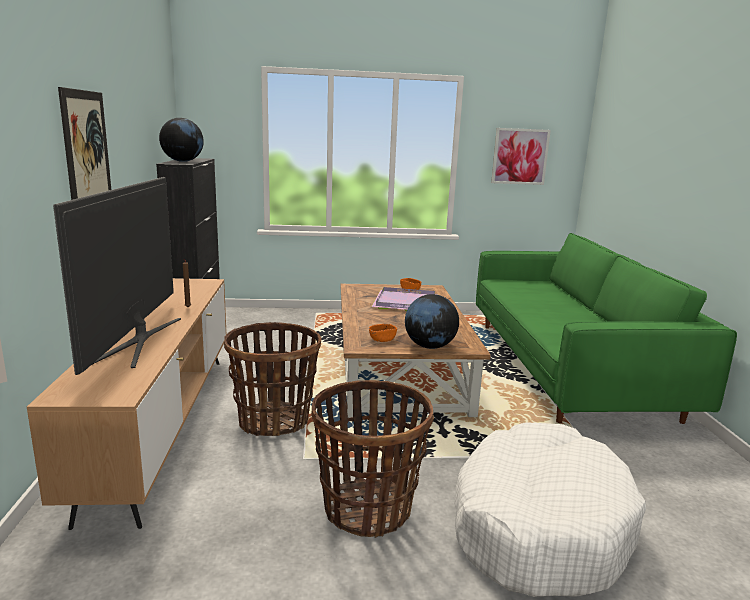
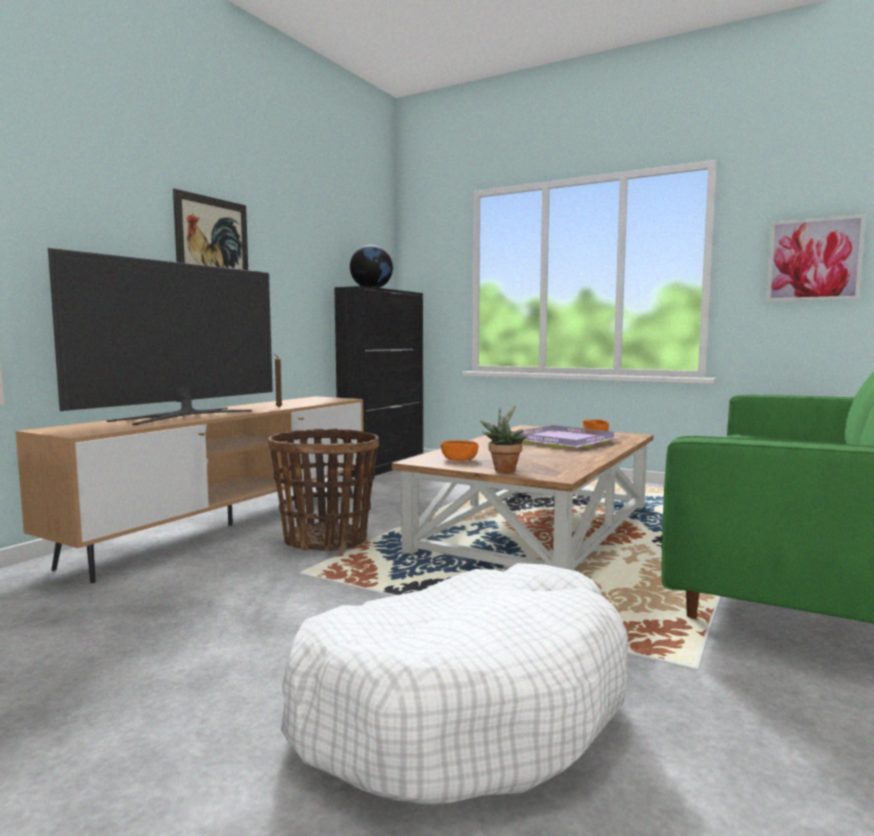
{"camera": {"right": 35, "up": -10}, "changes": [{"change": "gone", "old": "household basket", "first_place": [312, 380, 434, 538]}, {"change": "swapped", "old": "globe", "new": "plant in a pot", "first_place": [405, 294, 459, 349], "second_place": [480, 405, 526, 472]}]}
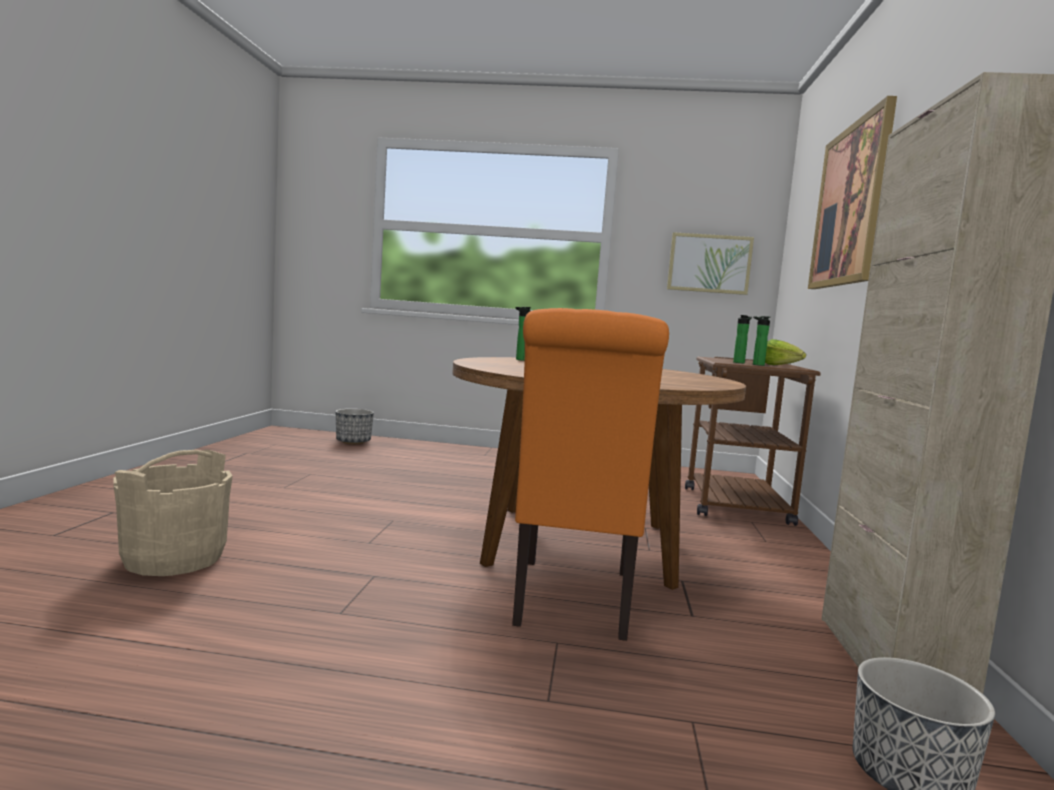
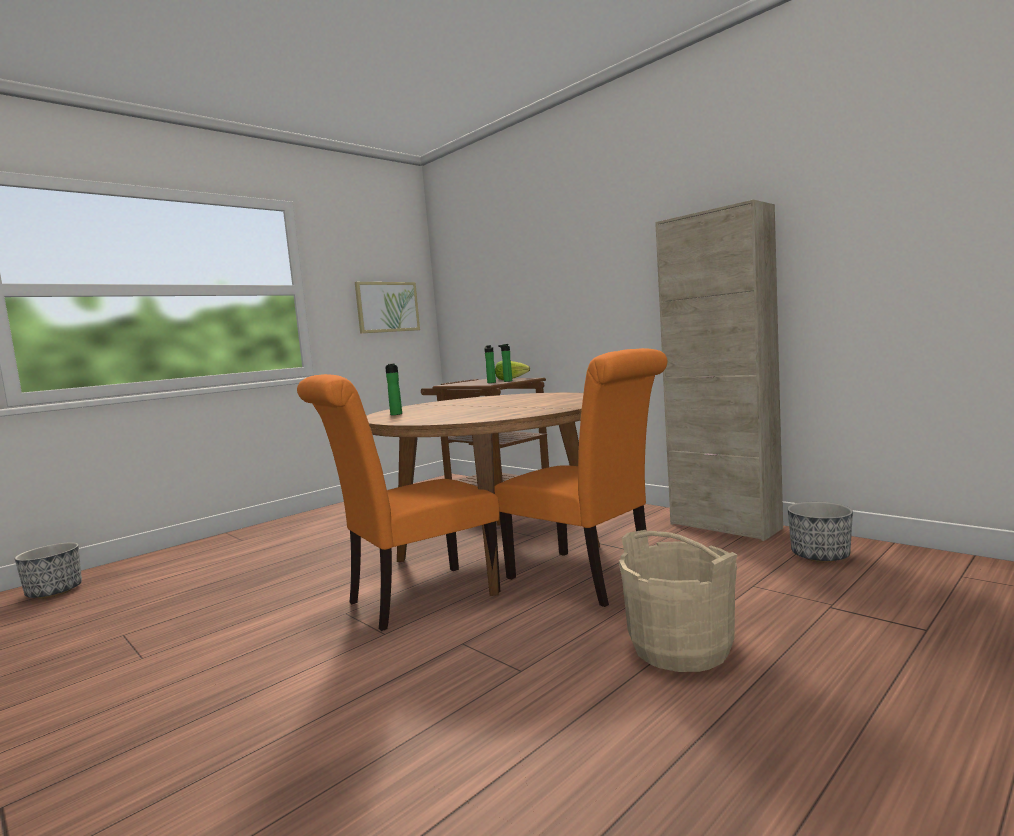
{"camera": {"right": -50, "up": 0}, "changes": [{"change": "shifted", "old": "pail (beige)", "first_place": [113, 450, 232, 576], "second_place": [619, 530, 737, 672]}, {"change": "gone", "old": "picture", "first_place": [808, 96, 897, 289]}, {"change": "new", "new": "plain chair (orange-coloured)", "second_place": [297, 374, 500, 631]}]}
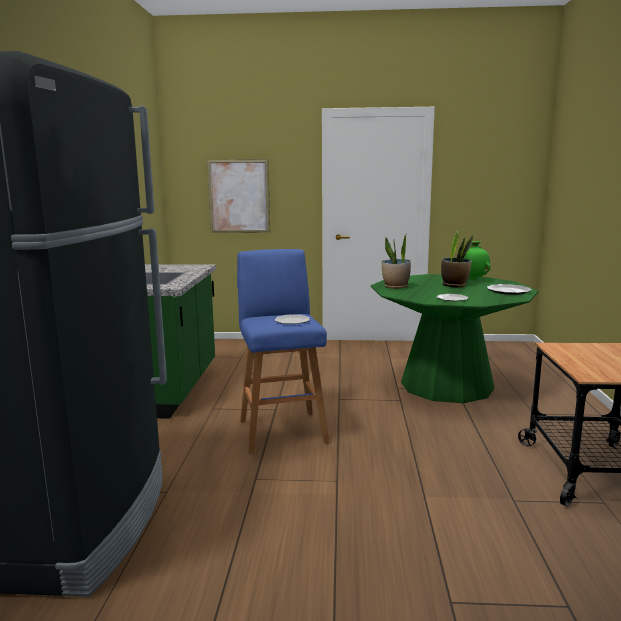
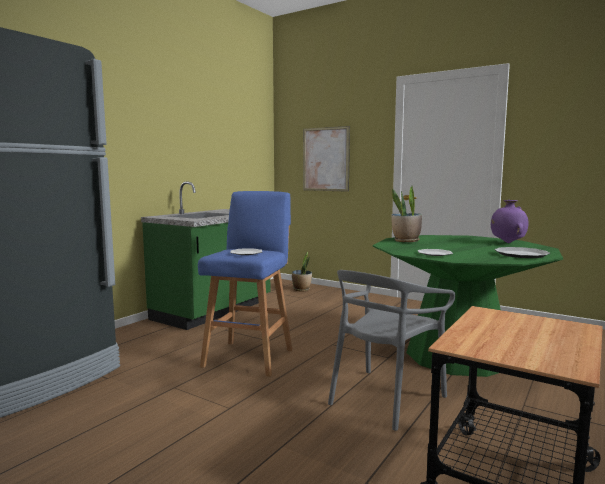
{"camera": {"right": 30, "up": -5}, "changes": [{"change": "shifted", "old": "plant in a pot", "first_place": [441, 230, 473, 287], "second_place": [292, 252, 312, 292]}, {"change": "repainted", "old": "vase (green)", "new": "vase (purple-coloured)", "first_place": [464, 241, 490, 280], "second_place": [491, 200, 529, 243]}, {"change": "new", "new": "plain chair (gray)", "second_place": [328, 270, 455, 431]}]}
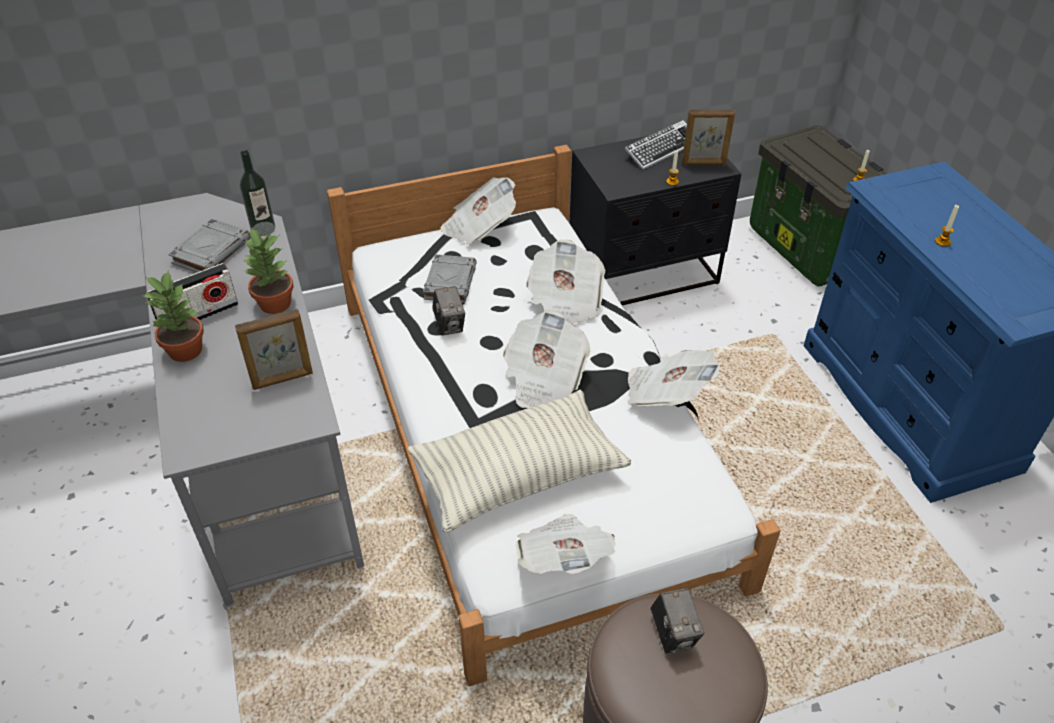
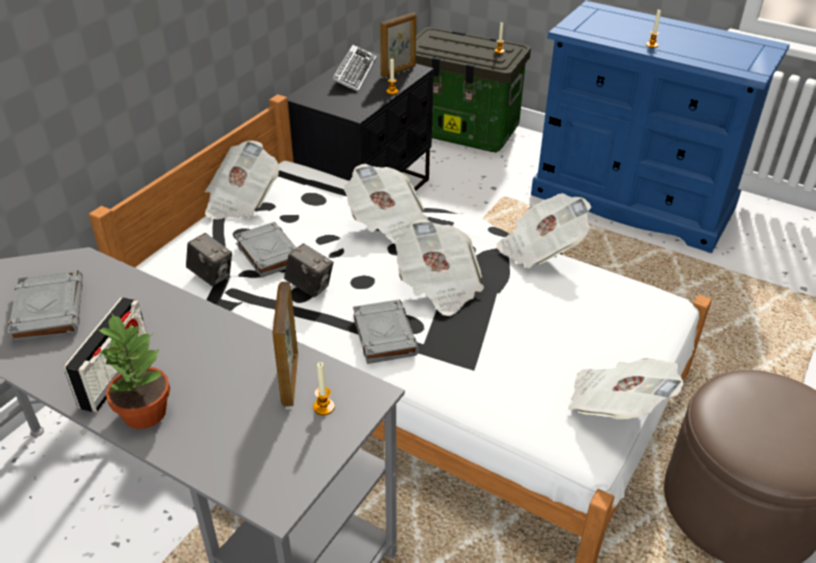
{"camera": {"right": -40, "up": -5}, "changes": [{"change": "rotated", "old": "standing frame", "first_place": [235, 309, 313, 390], "second_place": [273, 281, 298, 406], "degrees": 150}, {"change": "gone", "old": "drink bottle", "first_place": [240, 150, 275, 236]}, {"change": "gone", "old": "plant in a pot", "first_place": [242, 228, 294, 314]}, {"change": "gone", "old": "throw pillow", "first_place": [408, 390, 631, 533]}, {"change": "shifted", "old": "still camera", "first_place": [650, 588, 704, 654], "second_place": [186, 233, 232, 286]}, {"change": "new", "new": "wax light", "second_place": [313, 362, 335, 415]}, {"change": "new", "new": "book (gray)", "second_place": [353, 300, 419, 364]}]}
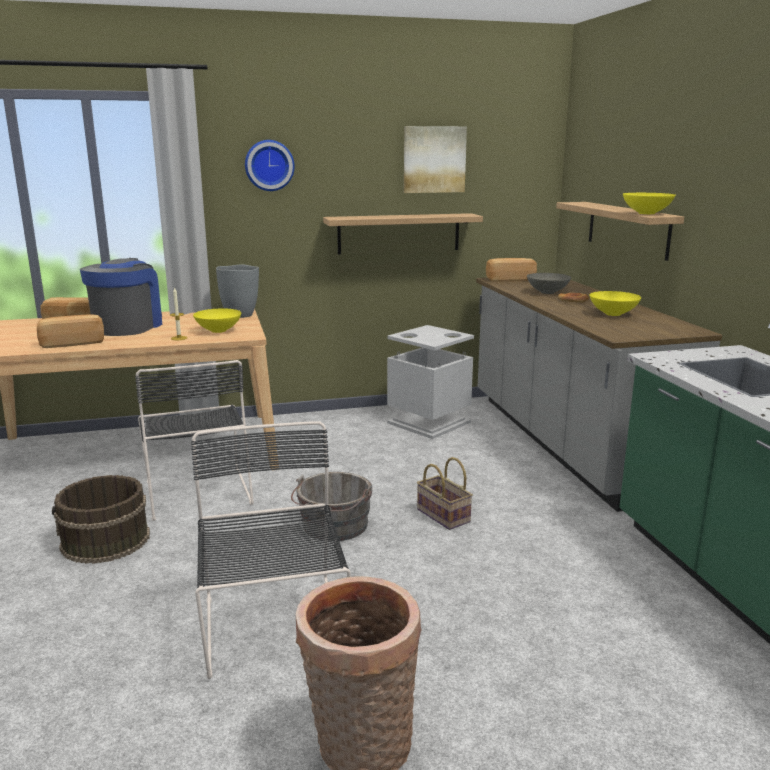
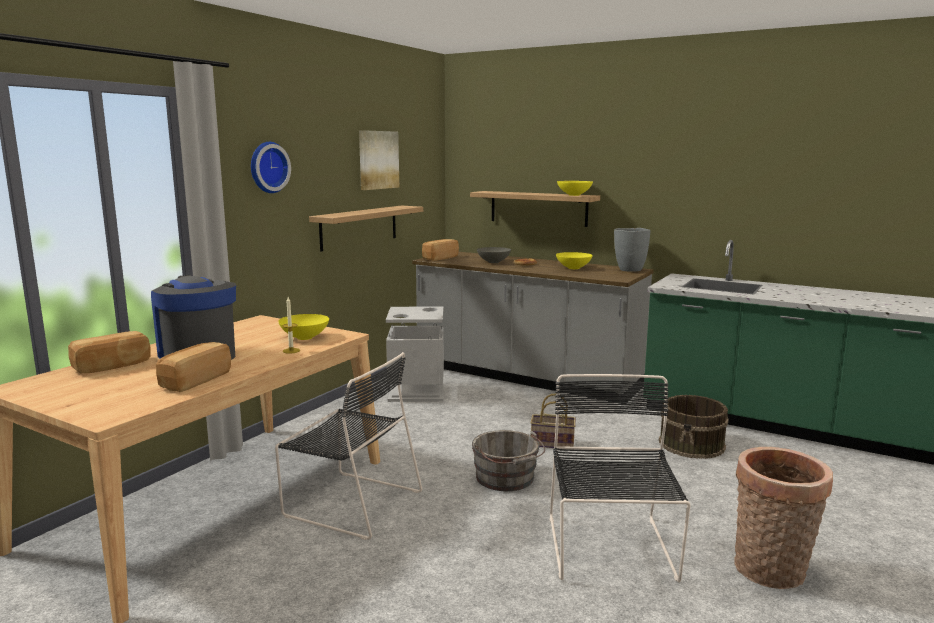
{"camera": {"right": -45, "up": -5}, "changes": [{"change": "shifted", "old": "pail (brown-coloured)", "first_place": [52, 475, 150, 564], "second_place": [659, 395, 729, 459]}, {"change": "rotated", "old": "plain chair (black-coloured)", "first_place": [191, 421, 351, 679], "second_place": [549, 374, 691, 582], "degrees": 60}, {"change": "shifted", "old": "vase (gray)", "first_place": [216, 265, 259, 318], "second_place": [614, 228, 651, 272]}]}
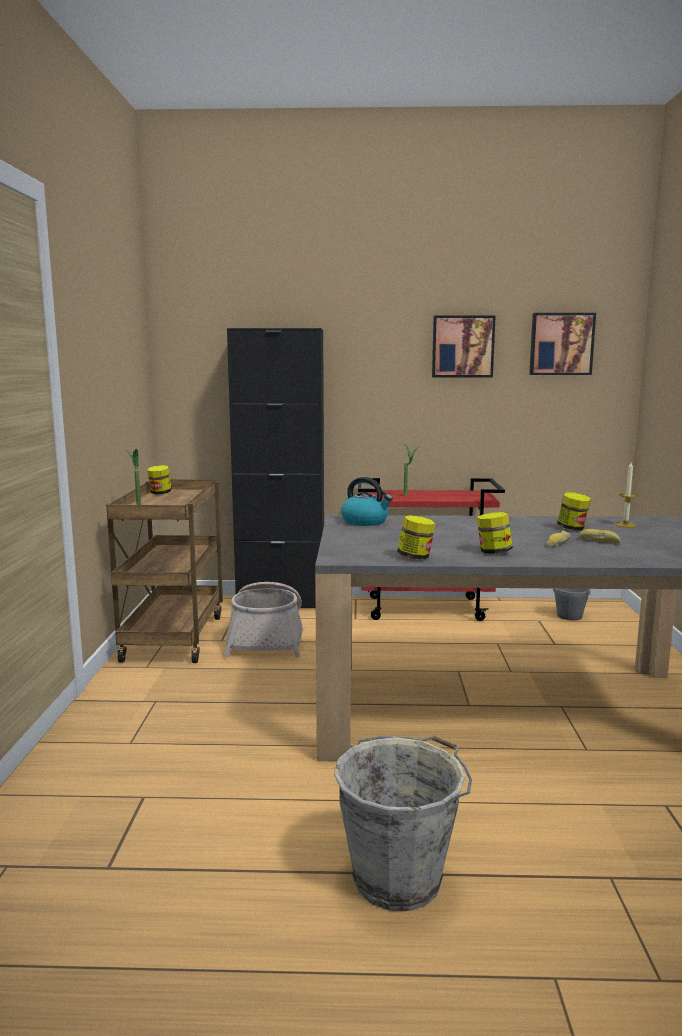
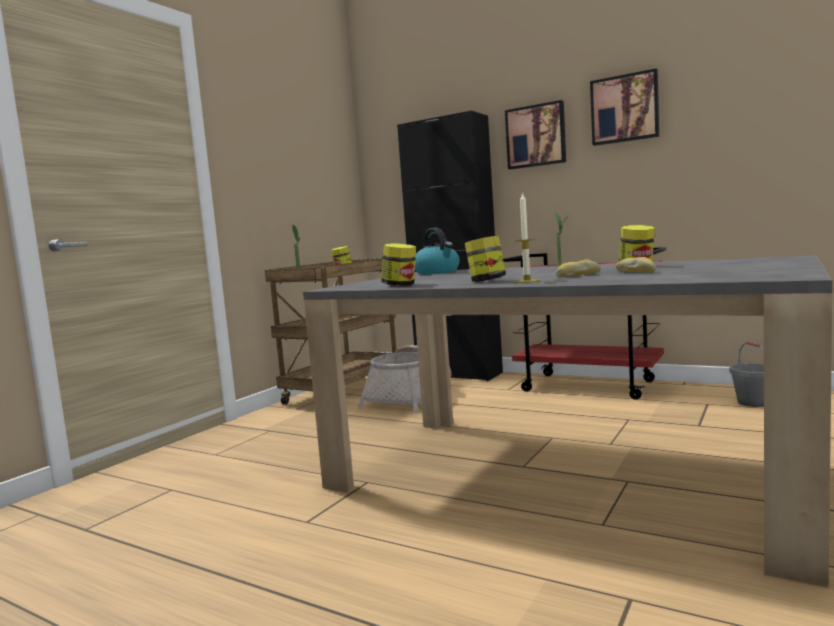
{"camera": {"right": 30, "up": -5}, "changes": [{"change": "gone", "old": "pail (gray)", "first_place": [334, 736, 472, 911]}, {"change": "shifted", "old": "picture", "first_place": [529, 313, 596, 375], "second_place": [505, 100, 566, 169]}, {"change": "shifted", "old": "wax light", "first_place": [615, 462, 637, 527], "second_place": [513, 192, 541, 283]}]}
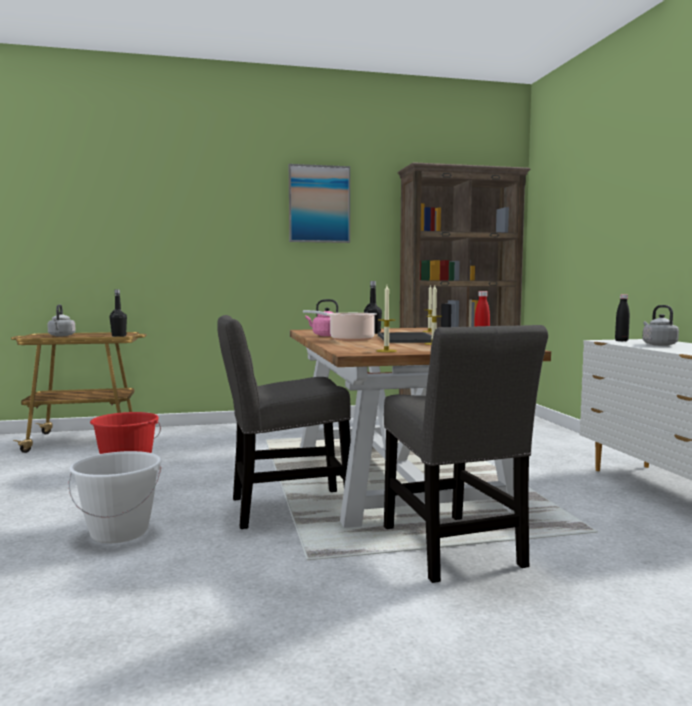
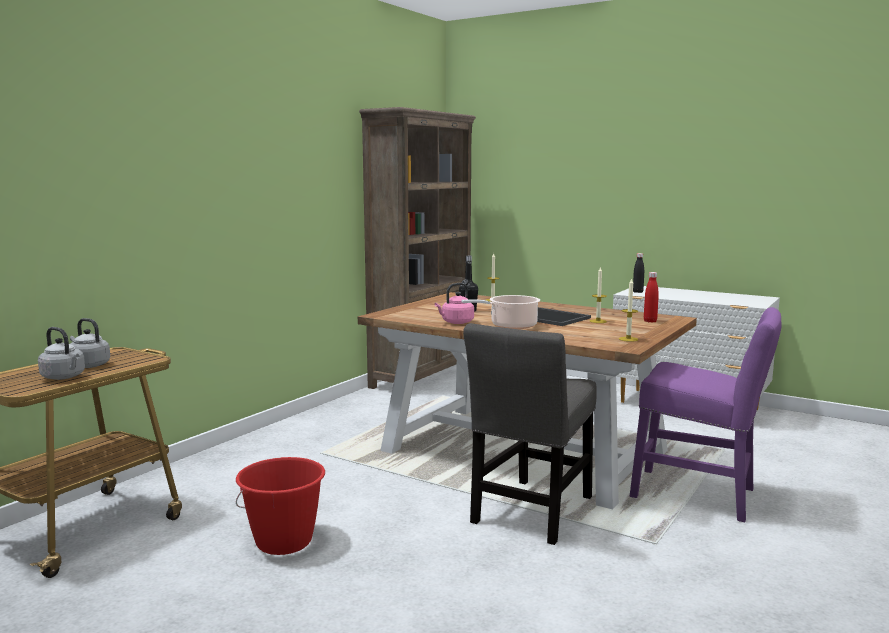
{"camera": {"right": -45, "up": 5}, "changes": [{"change": "gone", "old": "pail (whitish)", "first_place": [69, 451, 162, 543]}, {"change": "gone", "old": "drink bottle (black-coloured)", "first_place": [110, 289, 127, 337]}, {"change": "gone", "old": "picture", "first_place": [289, 164, 350, 243]}, {"change": "repainted", "old": "plain chair (gray)", "new": "plain chair (purple-coloured)", "first_place": [384, 325, 548, 583], "second_place": [629, 307, 782, 522]}, {"change": "shifted", "old": "water kettle (gray)", "first_place": [642, 305, 679, 346], "second_place": [70, 318, 110, 368]}]}
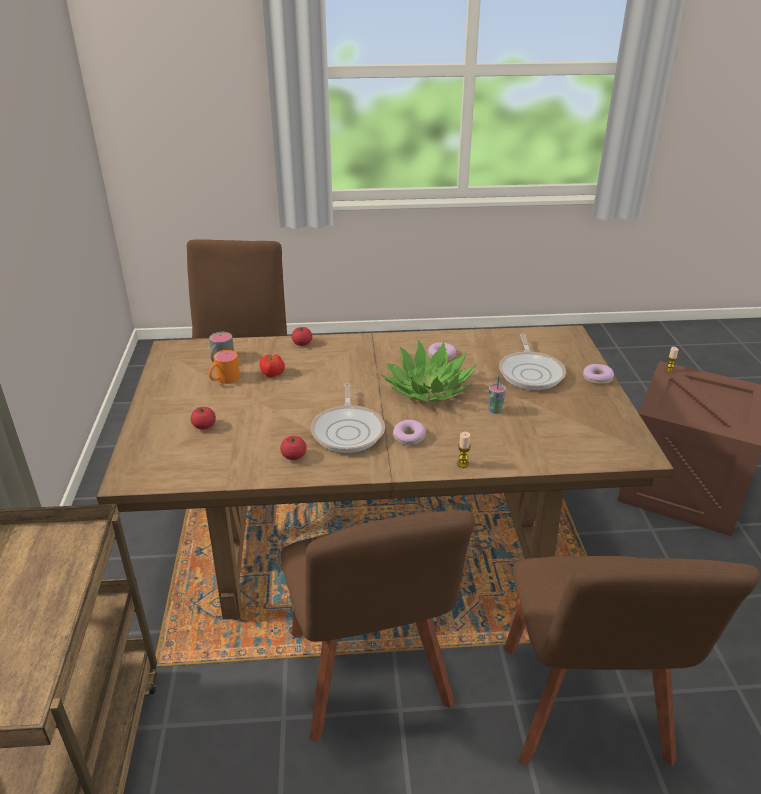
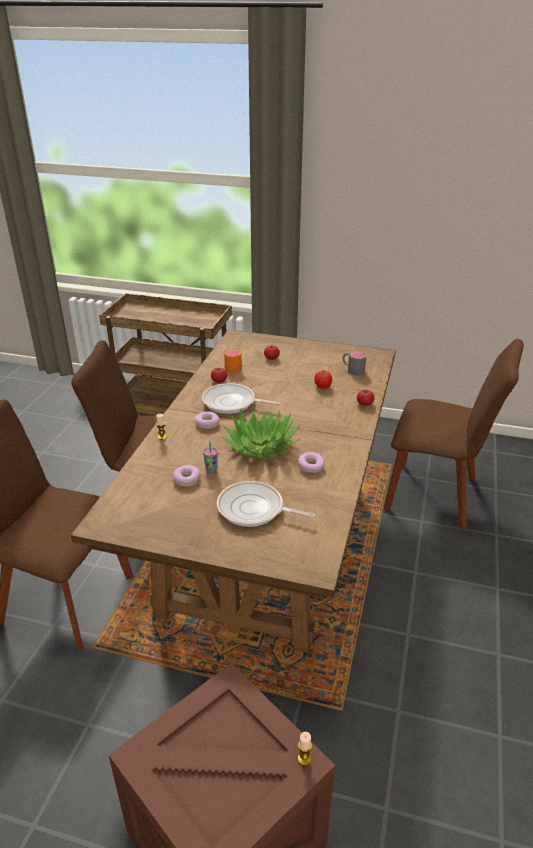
{"camera": {"right": 110, "up": 0}, "changes": [{"change": "shifted", "old": "coffee mug (orange-coloured)", "first_place": [209, 350, 240, 384], "second_place": [224, 349, 242, 373]}, {"change": "shifted", "old": "ring doughnut", "first_place": [583, 364, 614, 385], "second_place": [173, 465, 200, 487]}]}
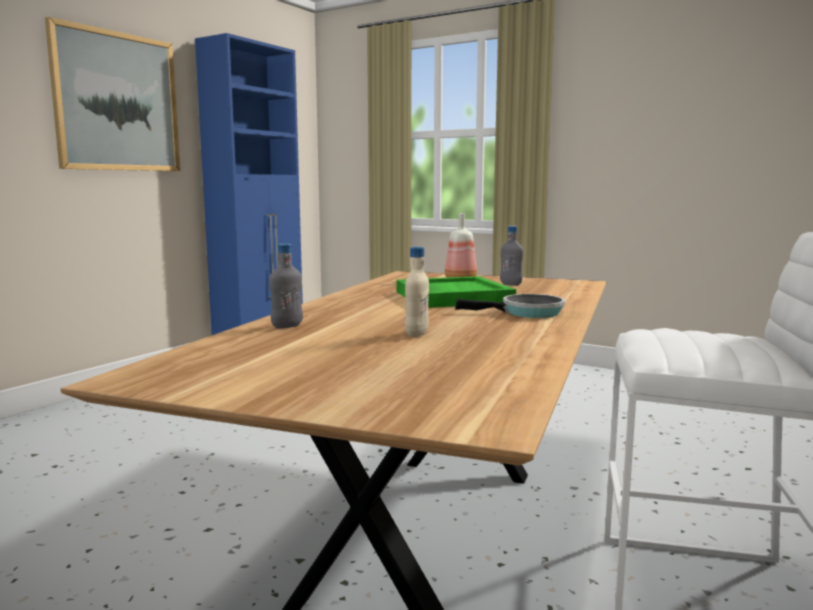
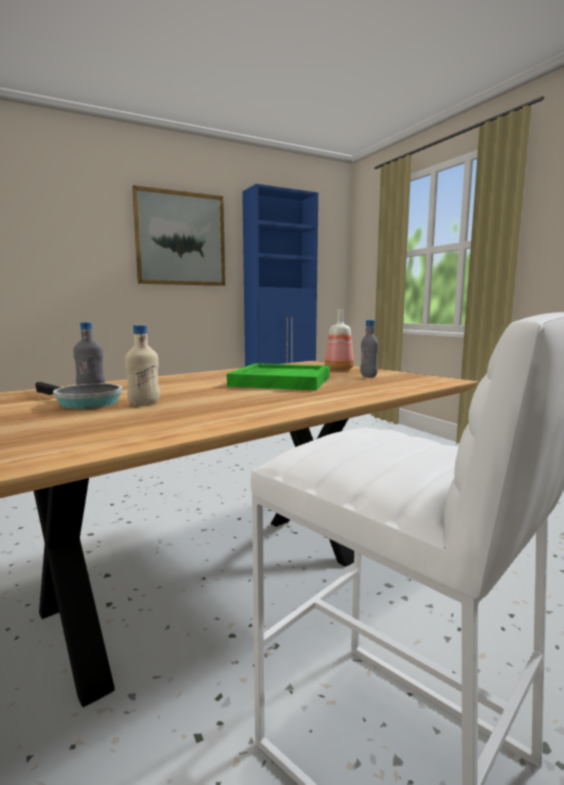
{"camera": {"right": 30, "up": 0}, "changes": [{"change": "shifted", "old": "pan", "first_place": [455, 294, 566, 318], "second_place": [35, 382, 123, 409]}]}
